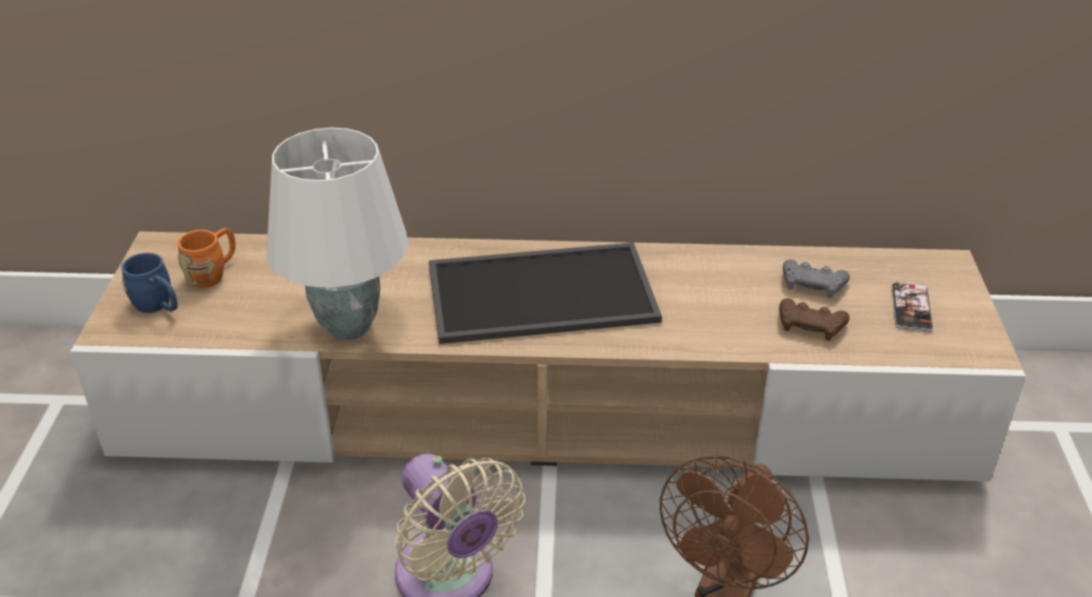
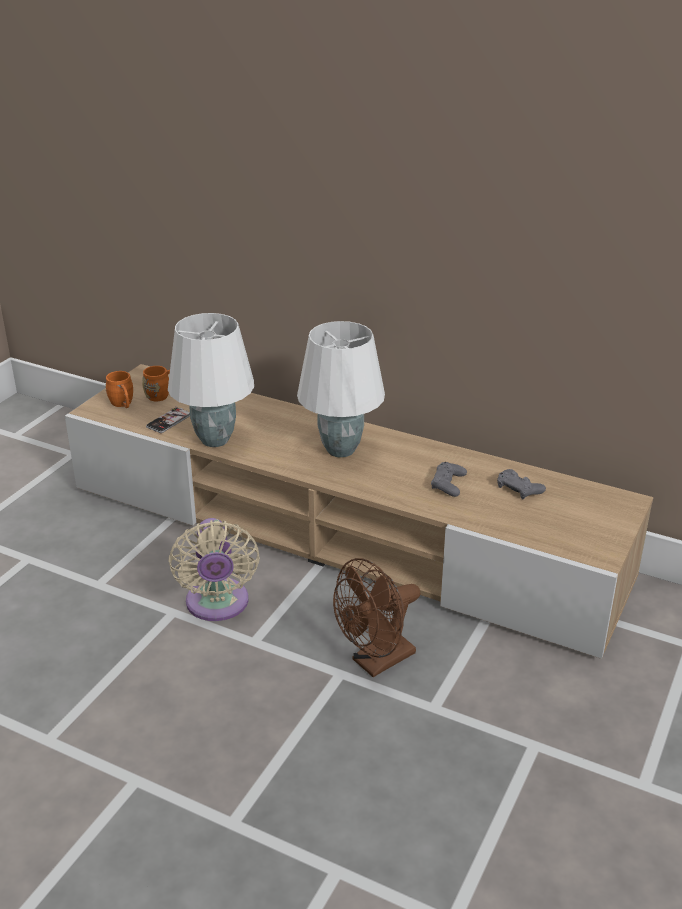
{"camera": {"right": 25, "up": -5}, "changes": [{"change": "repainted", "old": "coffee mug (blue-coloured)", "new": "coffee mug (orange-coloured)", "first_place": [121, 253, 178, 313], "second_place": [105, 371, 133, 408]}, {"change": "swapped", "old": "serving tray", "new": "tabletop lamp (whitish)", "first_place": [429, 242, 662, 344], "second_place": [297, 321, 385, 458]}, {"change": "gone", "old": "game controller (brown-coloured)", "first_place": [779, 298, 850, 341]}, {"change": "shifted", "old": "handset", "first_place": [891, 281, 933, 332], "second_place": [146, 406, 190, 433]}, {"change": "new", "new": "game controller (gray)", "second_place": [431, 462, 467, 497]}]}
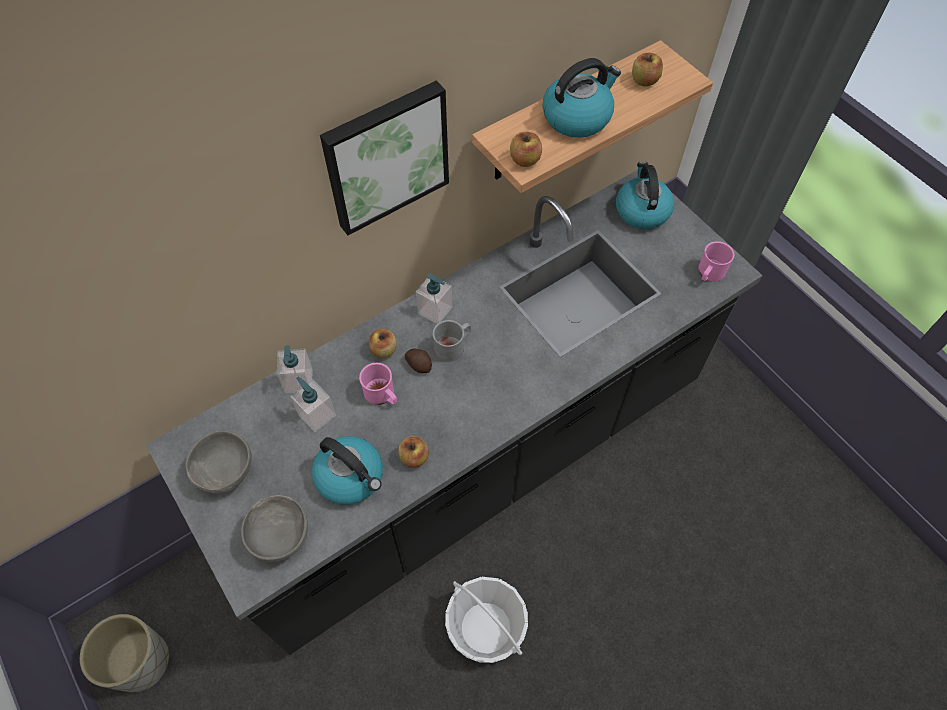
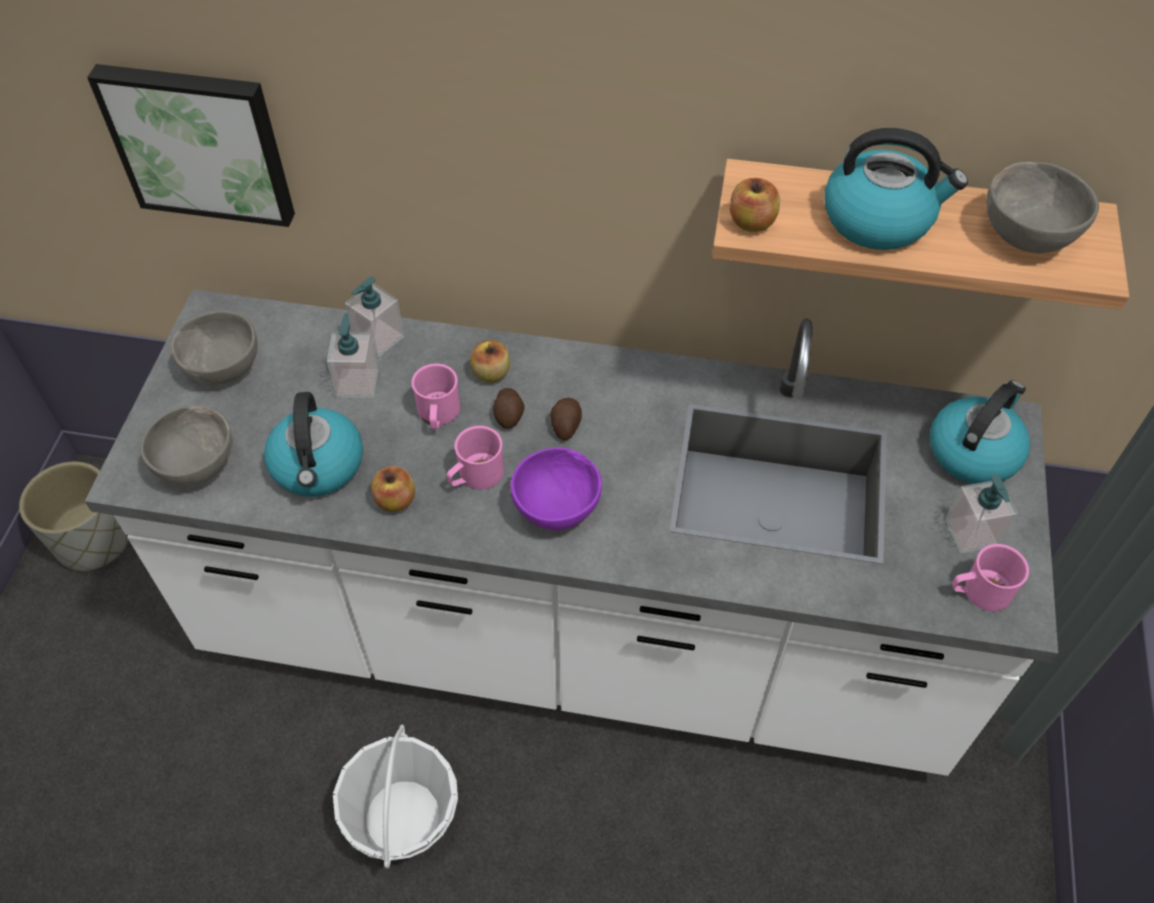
{"camera": {"right": 45, "up": -5}, "changes": [{"change": "repainted", "old": "kitchen base unit (black-coloured)", "new": "kitchen base unit (whitish)", "first_place": [145, 170, 763, 655], "second_place": [85, 289, 1058, 776]}, {"change": "shifted", "old": "picture", "first_place": [320, 81, 449, 235], "second_place": [87, 64, 295, 227]}, {"change": "shifted", "old": "soap bottle", "first_place": [416, 273, 453, 324], "second_place": [945, 474, 1018, 554]}, {"change": "swapped", "old": "coffee mug (gray)", "new": "spud", "first_place": [433, 320, 471, 362], "second_place": [550, 398, 582, 440]}, {"change": "swapped", "old": "apple", "new": "serving bowl (gray)", "first_place": [632, 53, 663, 87], "second_place": [986, 162, 1099, 253]}, {"change": "new", "new": "coffee mug (pinkish)", "second_place": [447, 426, 504, 489]}, {"change": "new", "new": "serving bowl (purple-coloured)", "second_place": [510, 448, 602, 530]}]}
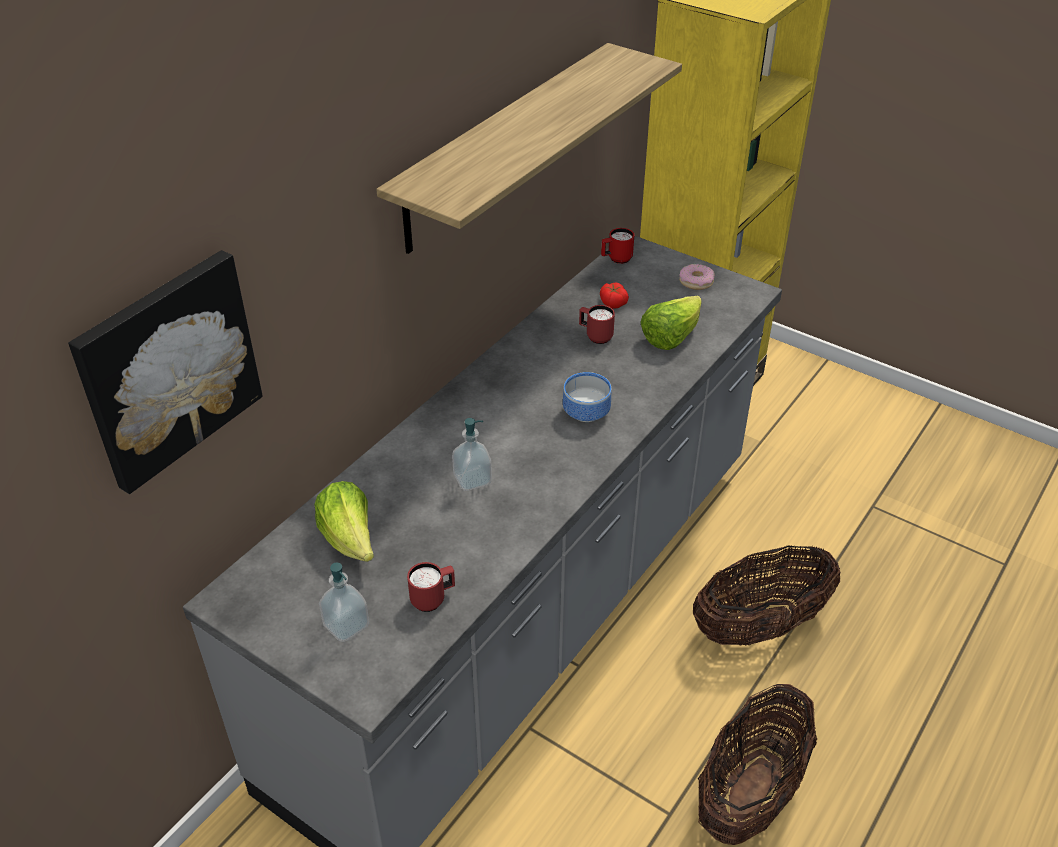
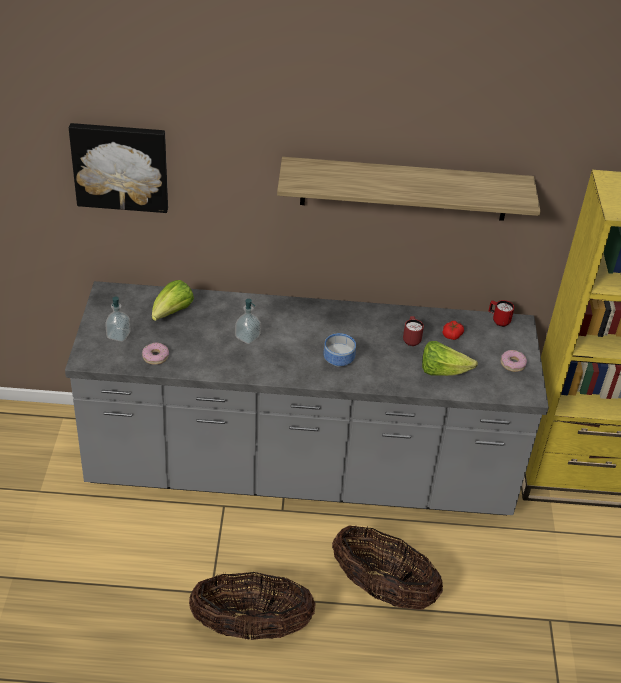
{"camera": {"right": 55, "up": 0}, "changes": [{"change": "swapped", "old": "coffee mug (reddish)", "new": "ring doughnut", "first_place": [407, 562, 455, 612], "second_place": [142, 342, 169, 365]}]}
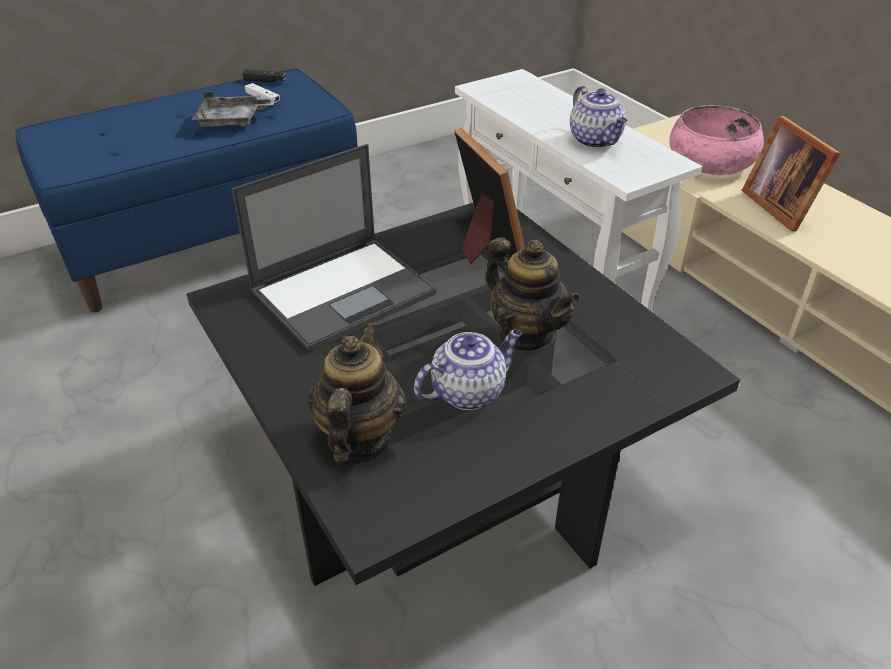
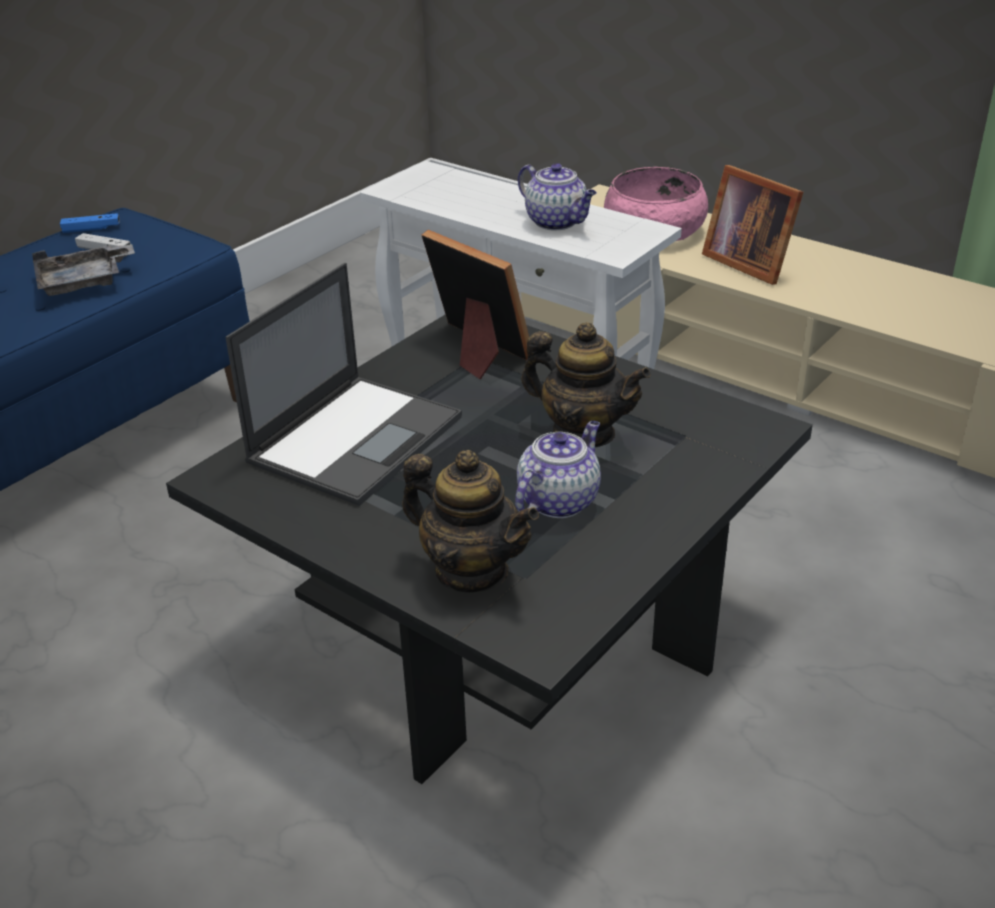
{"camera": {"right": -20, "up": -5}, "changes": [{"change": "repainted", "old": "game controller (black-coloured)", "new": "game controller (blue-coloured)", "first_place": [242, 70, 286, 83], "second_place": [60, 213, 120, 233]}, {"change": "rotated", "old": "pot for tea", "first_place": [308, 323, 407, 462], "second_place": [402, 450, 539, 592], "degrees": 135}]}
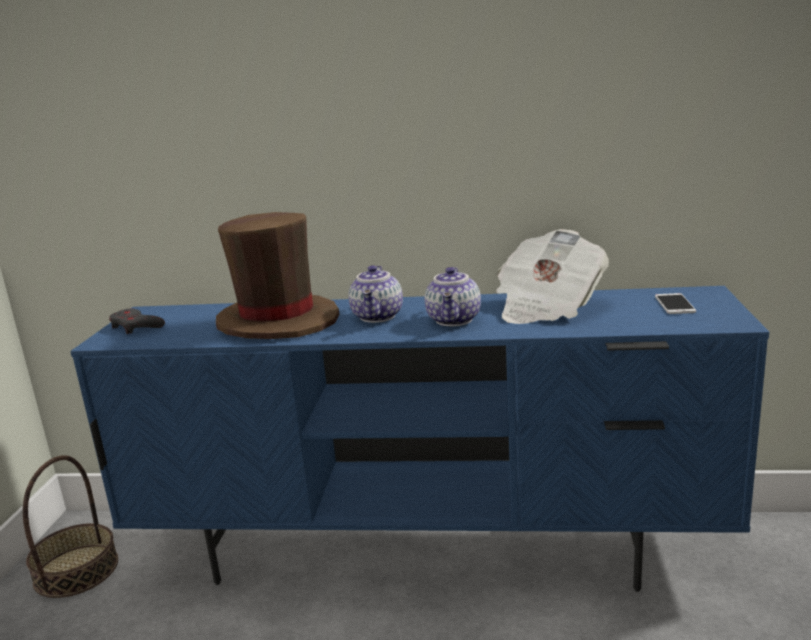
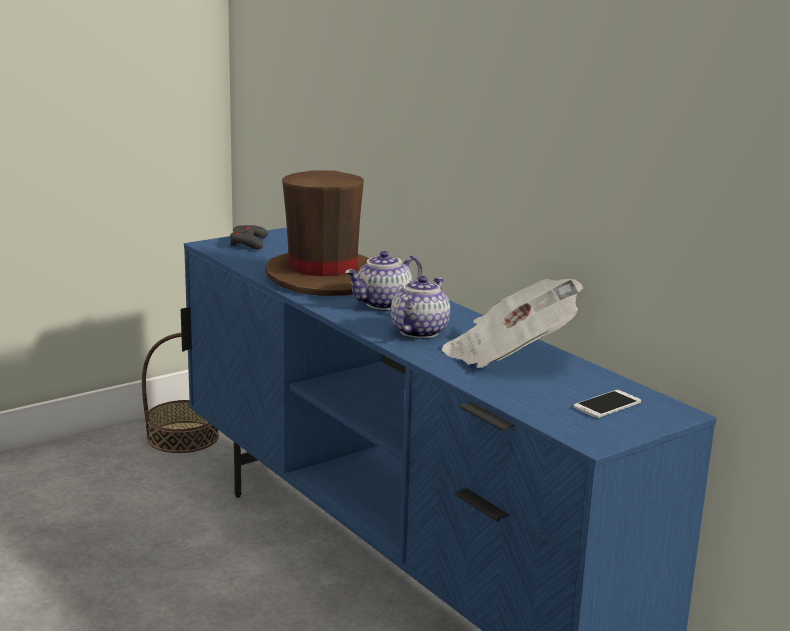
{"camera": {"right": 45, "up": 0}, "changes": [{"change": "rotated", "old": "pot for tea", "first_place": [425, 267, 481, 326], "second_place": [391, 276, 450, 338], "degrees": 150}]}
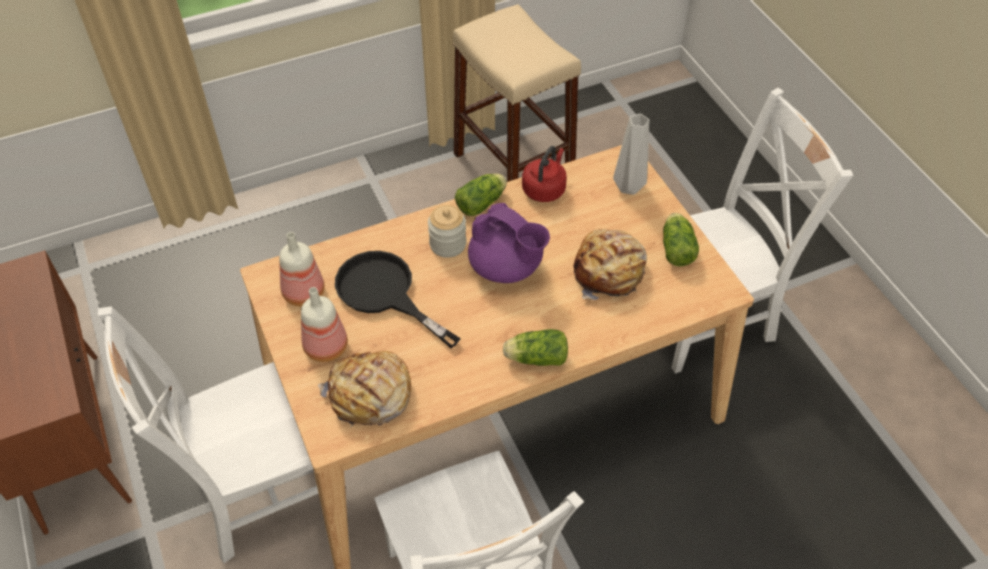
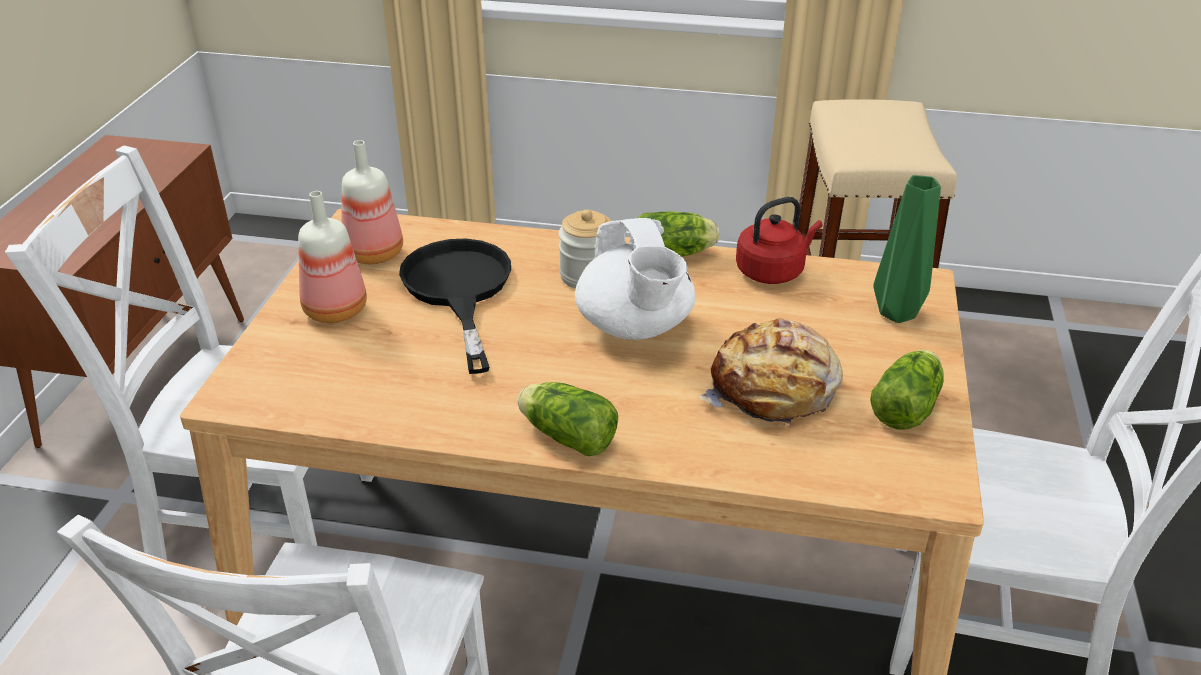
{"camera": {"right": 35, "up": -15}, "changes": [{"change": "gone", "old": "bread", "first_place": [317, 351, 411, 427]}, {"change": "repainted", "old": "pot for tea (purple-coloured)", "new": "pot for tea (whitish)", "first_place": [468, 203, 550, 283], "second_place": [575, 218, 695, 340]}, {"change": "repainted", "old": "vase (gray)", "new": "vase (green)", "first_place": [613, 114, 649, 195], "second_place": [873, 175, 941, 323]}]}
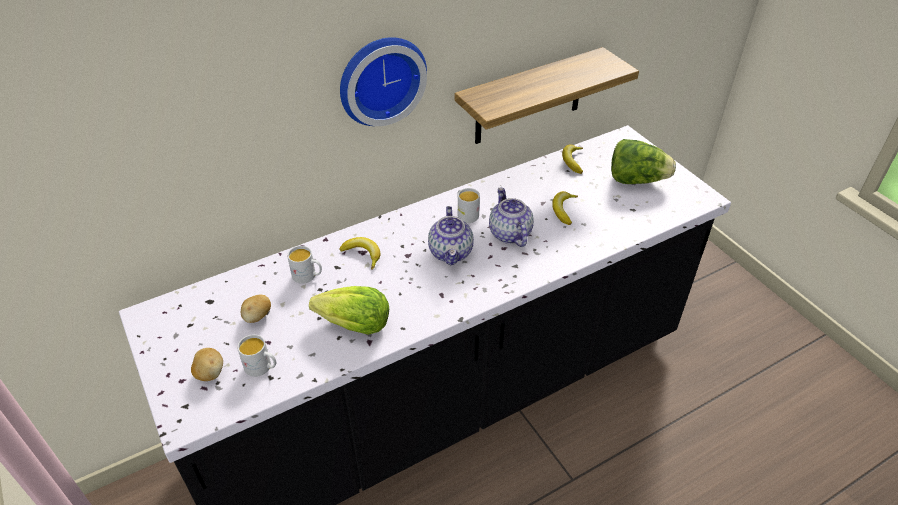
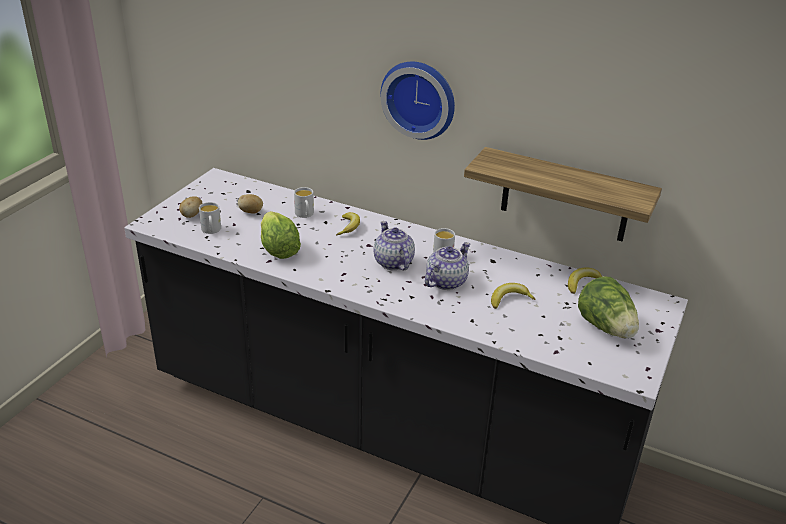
{"camera": {"right": 55, "up": -10}, "changes": [{"change": "rotated", "old": "pot for tea", "first_place": [428, 206, 474, 266], "second_place": [374, 221, 415, 270], "degrees": 105}]}
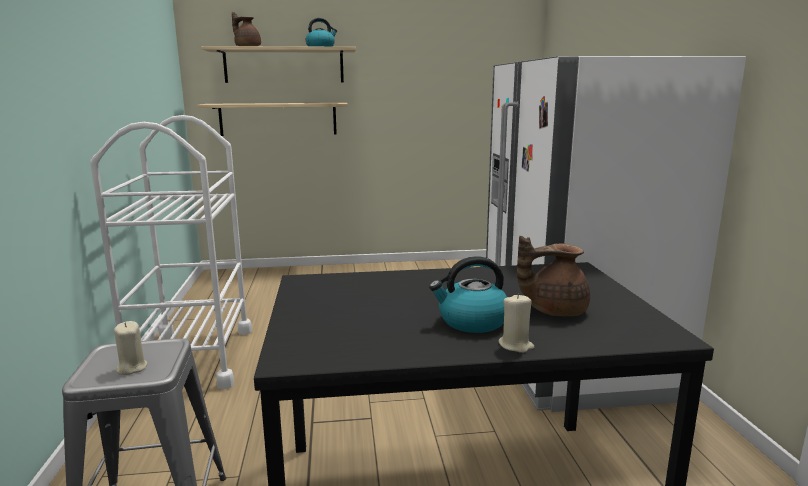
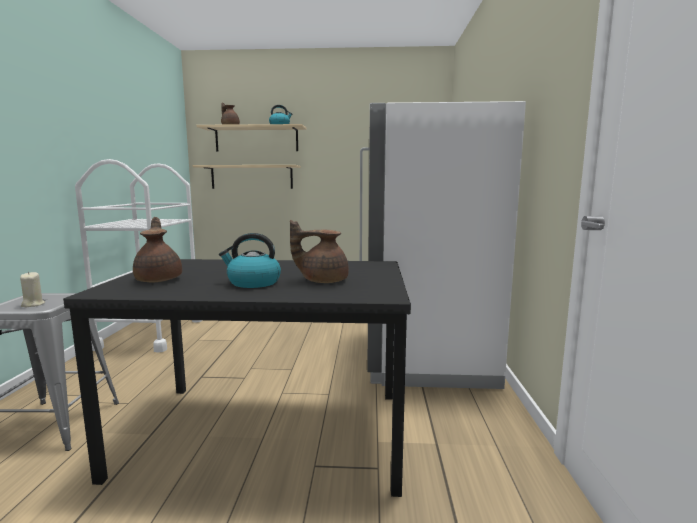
{"camera": {"right": 10, "up": -5}, "changes": [{"change": "gone", "old": "wax light (beige)", "first_place": [499, 294, 534, 353]}, {"change": "new", "new": "pot for tea (brown-coloured)", "second_place": [133, 217, 182, 282]}]}
